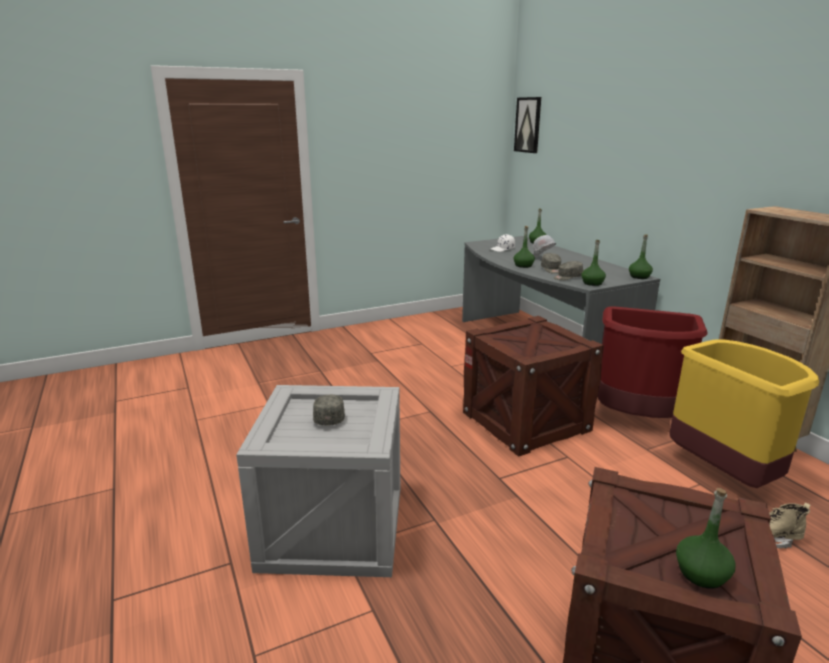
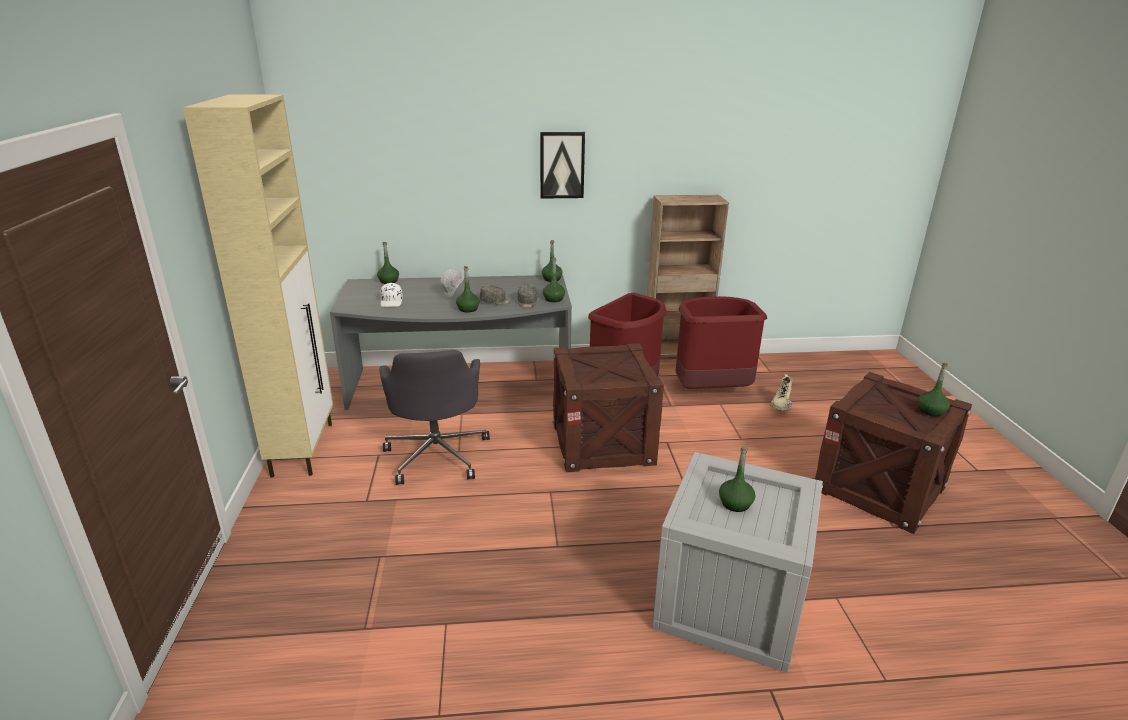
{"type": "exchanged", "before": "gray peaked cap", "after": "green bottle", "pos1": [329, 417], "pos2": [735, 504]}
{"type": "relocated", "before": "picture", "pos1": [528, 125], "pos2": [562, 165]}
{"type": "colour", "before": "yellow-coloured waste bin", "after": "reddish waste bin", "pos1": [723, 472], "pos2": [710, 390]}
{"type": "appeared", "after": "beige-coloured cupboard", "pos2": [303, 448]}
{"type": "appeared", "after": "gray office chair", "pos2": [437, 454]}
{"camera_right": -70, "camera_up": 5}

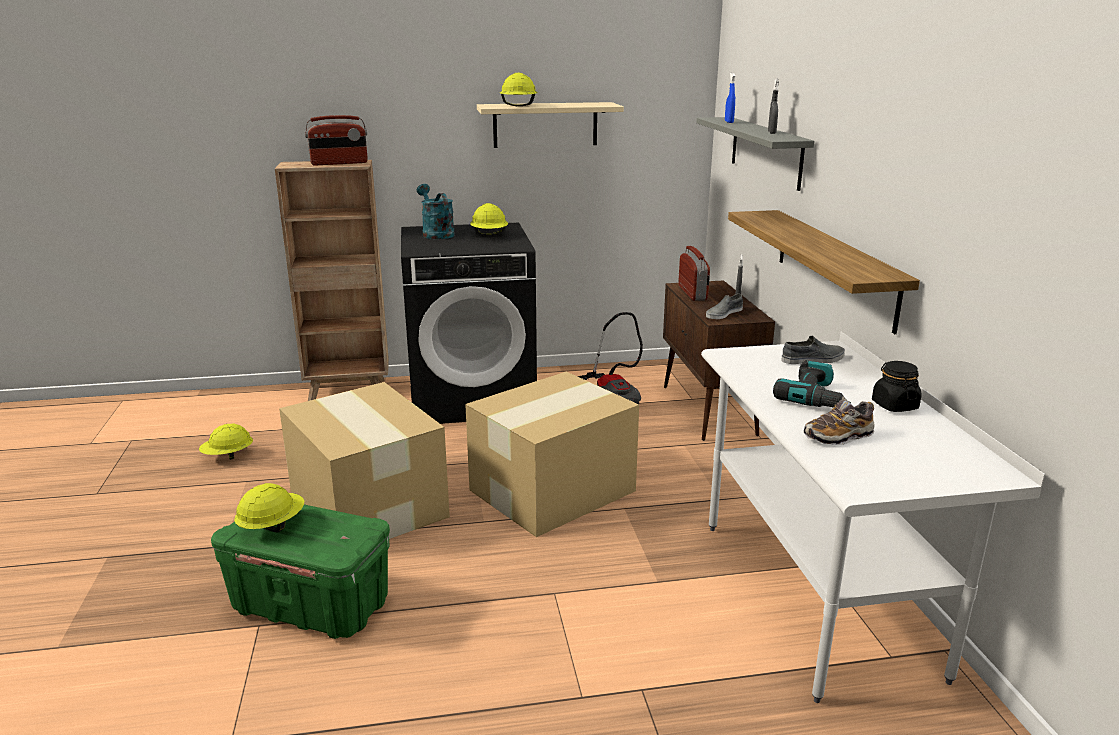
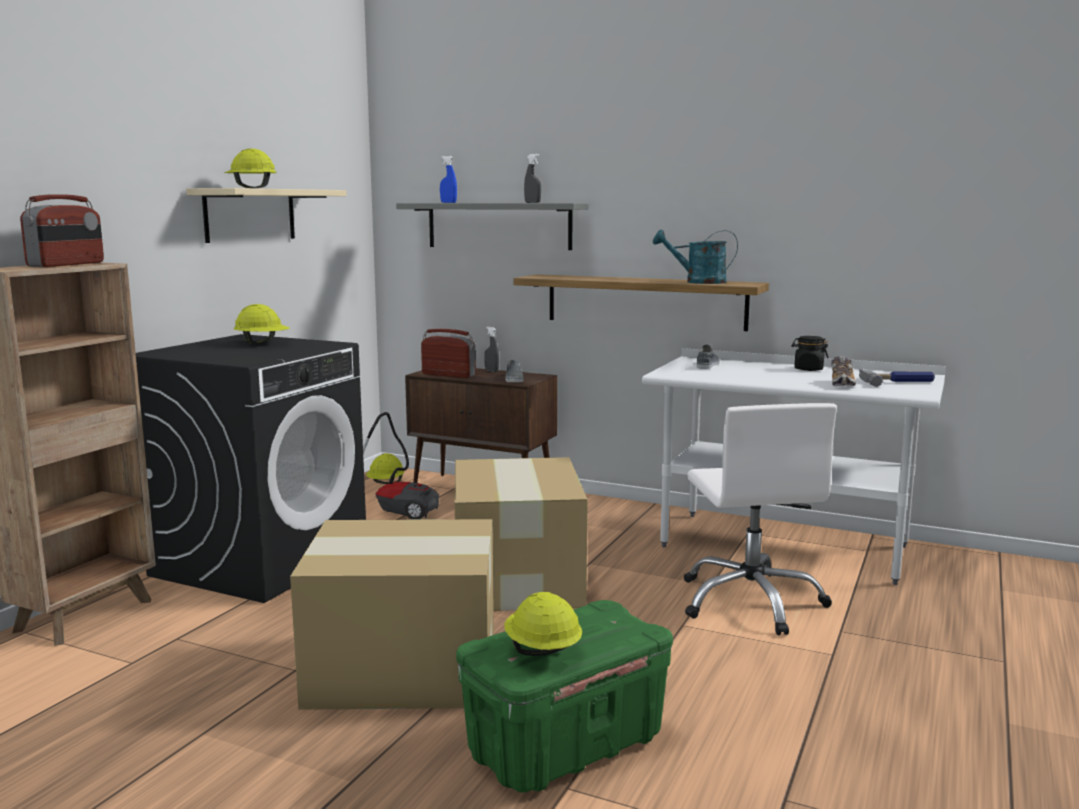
{"type": "relocated", "before": "yellow-coloured safety helmet", "pos1": [228, 456], "pos2": [386, 484]}
{"type": "relocated", "before": "blue-green sprinkling can", "pos1": [436, 233], "pos2": [698, 282]}
{"type": "missing", "before": "electric drill", "pos1": [814, 397]}
{"type": "appeared", "after": "whitish office chair", "pos2": [751, 601]}
{"type": "appeared", "after": "hammer", "pos2": [896, 381]}
{"camera_right": -55, "camera_up": -10}

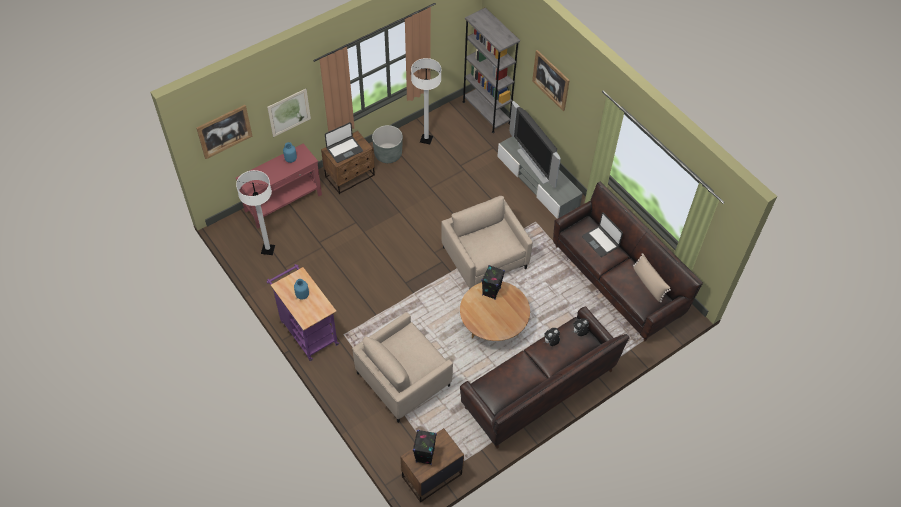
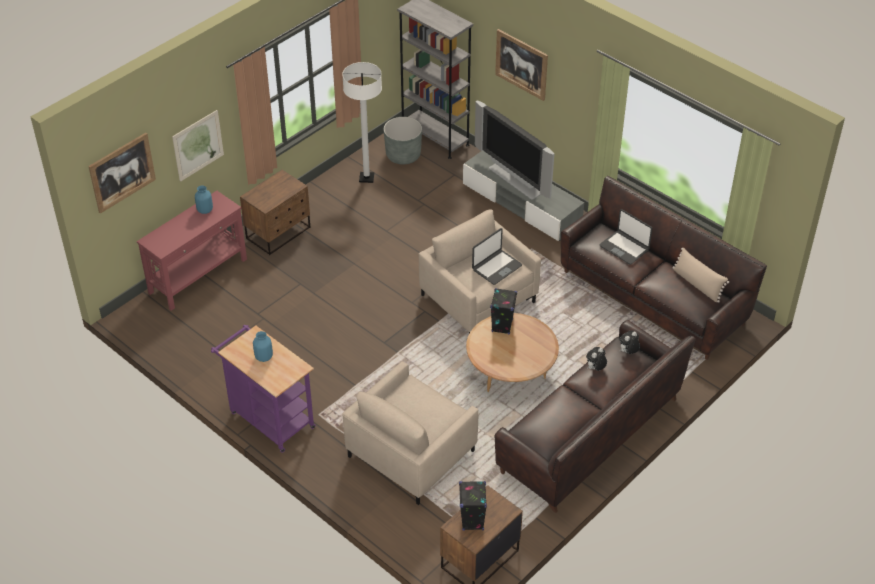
{"type": "missing", "before": "whitish standard lamp", "pos1": [268, 250]}
{"type": "relocated", "before": "portable computer", "pos1": [344, 149], "pos2": [496, 267]}
{"type": "relocated", "before": "gray planter", "pos1": [388, 154], "pos2": [403, 155]}
{"camera_right": -10, "camera_up": -10}

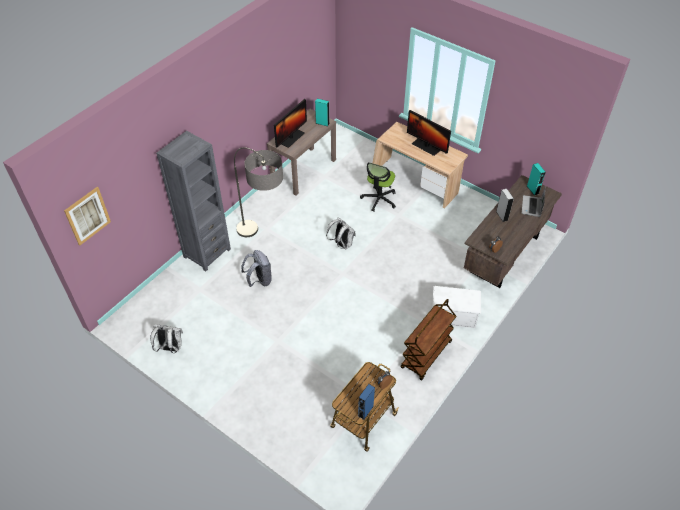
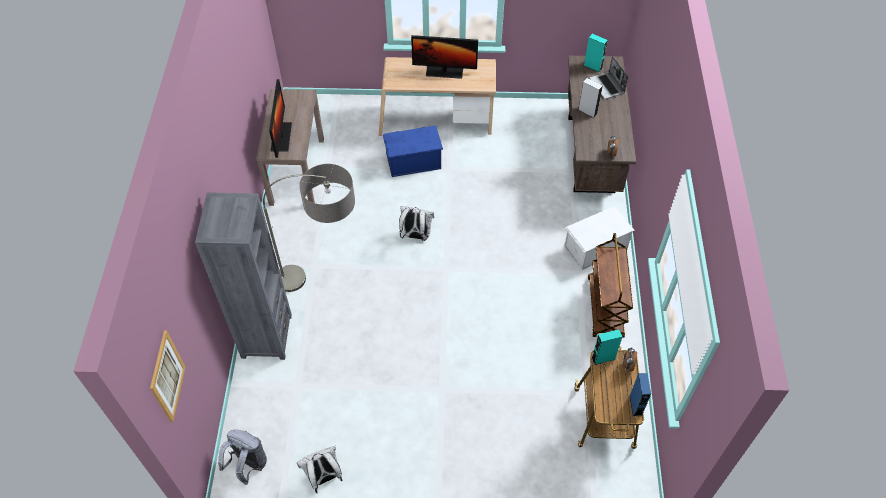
{"type": "relocated", "before": "gray backpack", "pos1": [259, 280], "pos2": [248, 465]}
{"type": "relocated", "before": "blue-green speaker", "pos1": [322, 123], "pos2": [603, 358]}
{"type": "exchanged", "before": "office chair", "after": "blue-coloured storage bin", "pos1": [379, 199], "pos2": [413, 161]}
{"camera_right": -35, "camera_up": 5}

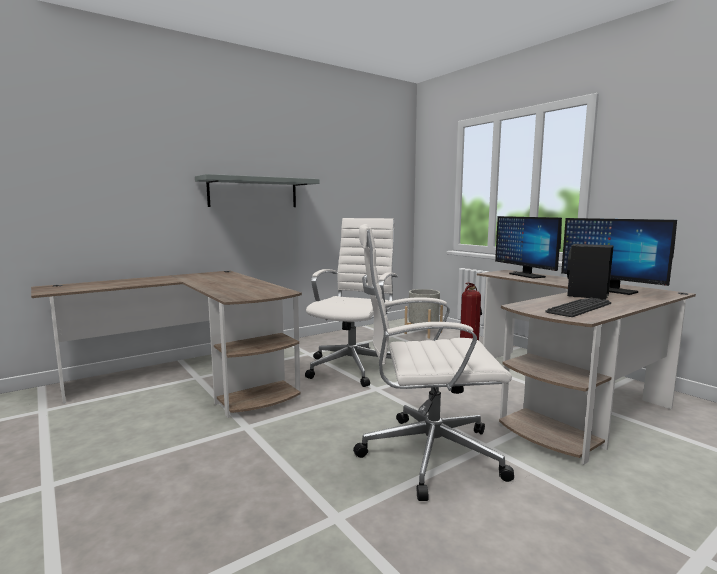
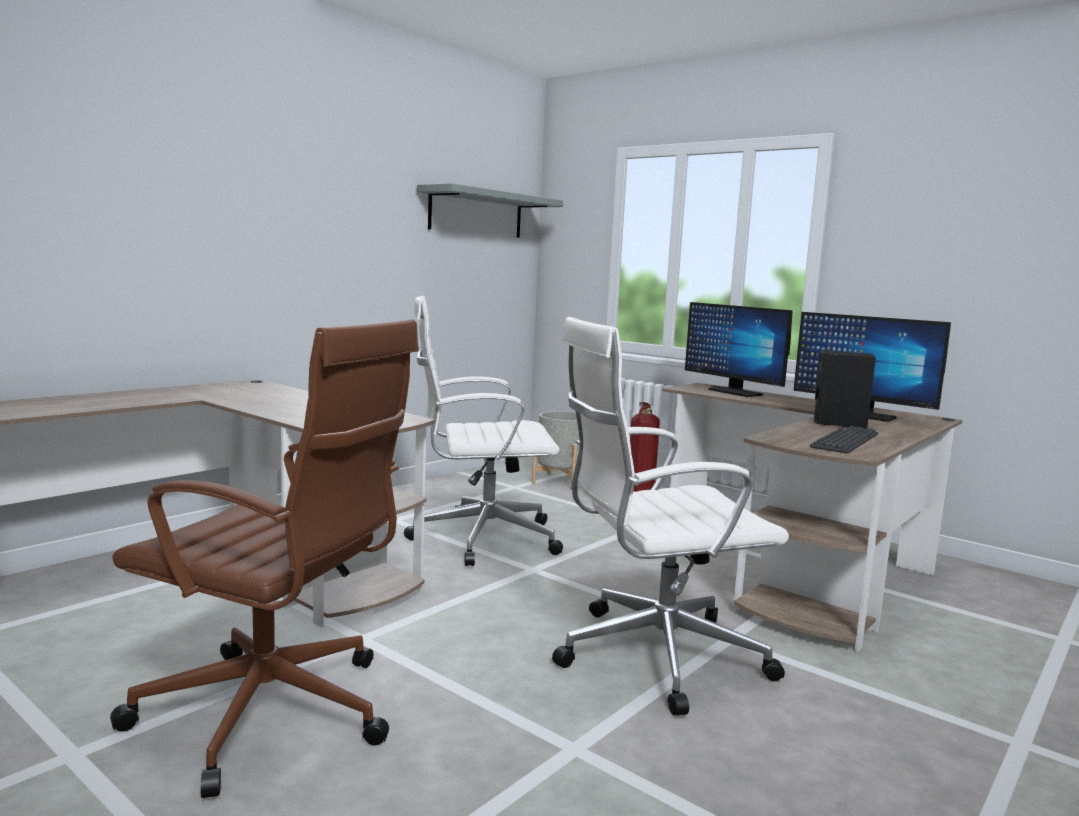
{"type": "relocated", "before": "gray bracket shelf", "pos1": [253, 192], "pos2": [476, 213]}
{"type": "spun", "before": "whitish office chair", "pos1": [354, 367], "pos2": [480, 538], "turn": -105}
{"type": "appeared", "after": "brown office chair", "pos2": [273, 715]}
{"camera_right": -15, "camera_up": 0}

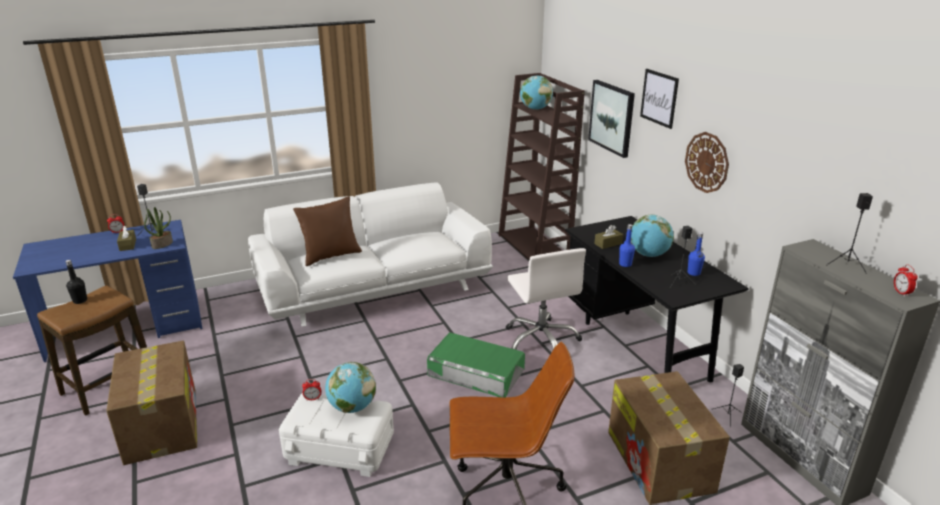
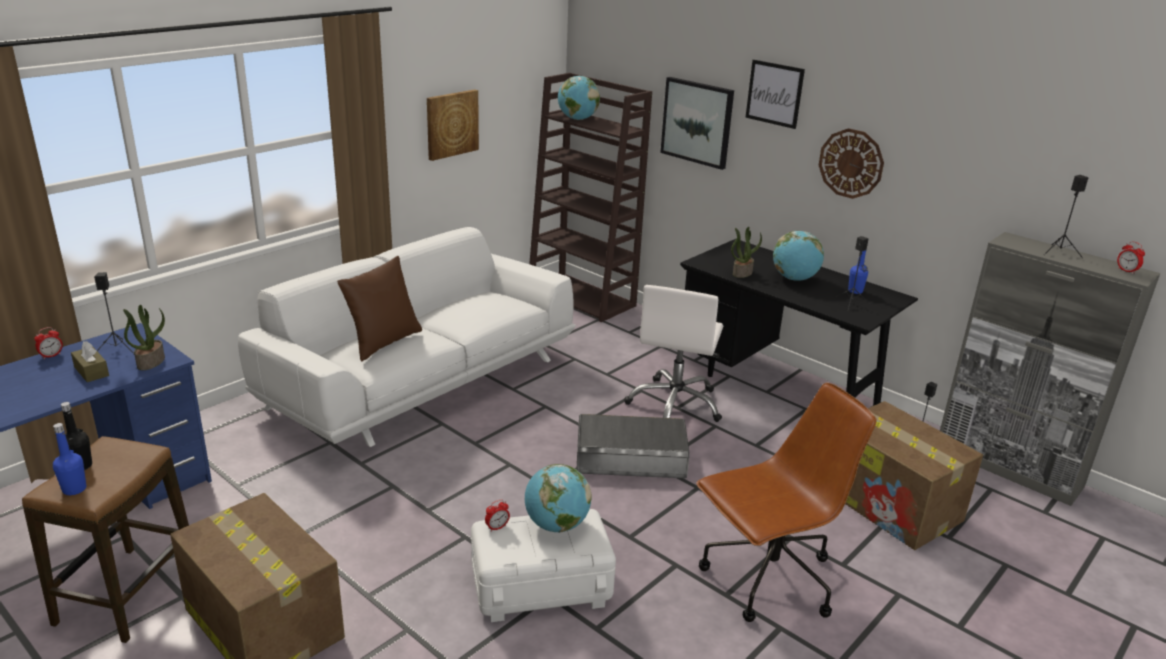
{"type": "colour", "before": "green storage bin", "after": "gray storage bin", "pos1": [476, 372], "pos2": [631, 456]}
{"type": "spun", "before": "whitish office chair", "pos1": [541, 340], "pos2": [675, 404], "turn": 60}
{"type": "exchanged", "before": "brown tissue holder", "after": "houseplant", "pos1": [608, 244], "pos2": [742, 273]}
{"type": "relocated", "before": "blue-coloured bottle", "pos1": [625, 264], "pos2": [74, 489]}
{"type": "appeared", "after": "picture", "pos2": [451, 124]}
{"camera_right": -25, "camera_up": 0}

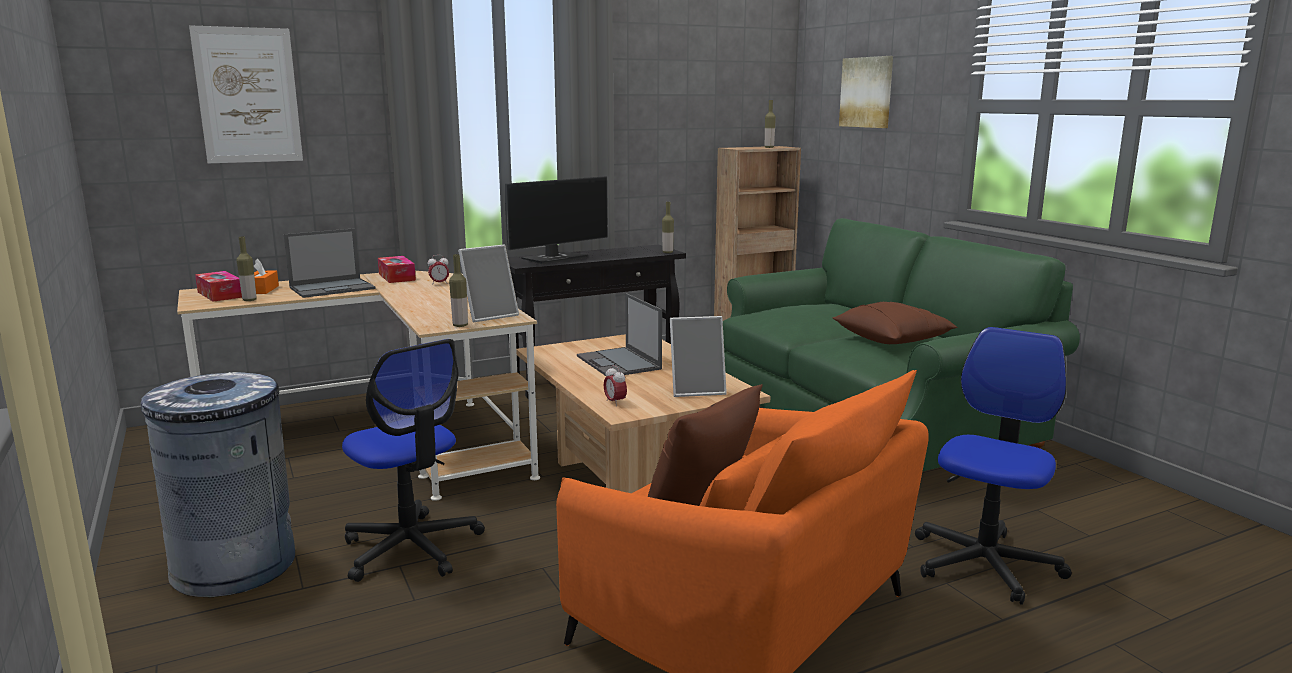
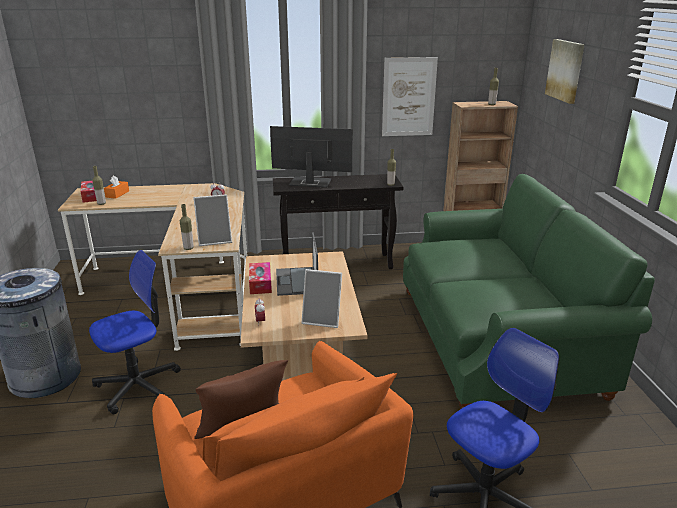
{"type": "relocated", "before": "picture", "pos1": [248, 95], "pos2": [409, 97]}
{"type": "missing", "before": "portable computer", "pos1": [333, 288]}
{"type": "spun", "before": "office chair", "pos1": [412, 548], "pos2": [138, 386], "turn": -105}
{"type": "relocated", "before": "tissue holder", "pos1": [397, 277], "pos2": [260, 283]}
{"type": "spun", "before": "monitor", "pos1": [555, 258], "pos2": [309, 183], "turn": -150}
{"type": "missing", "before": "brown throw pillow", "pos1": [892, 339]}
{"camera_right": 20, "camera_up": 10}

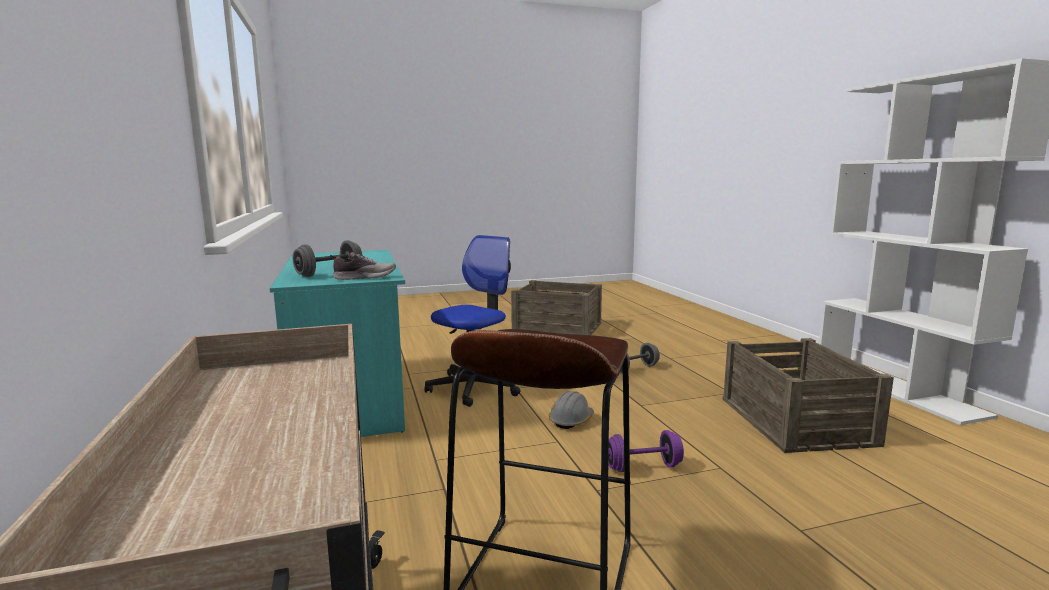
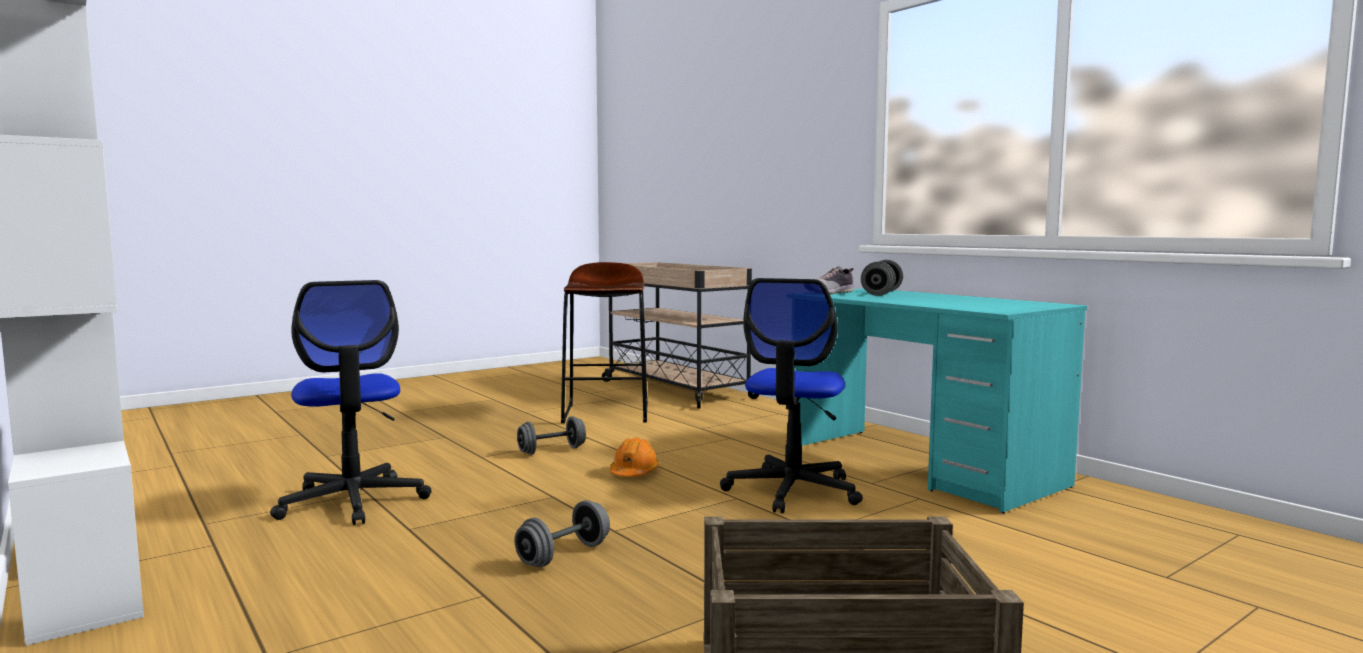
{"type": "colour", "before": "gray safety helmet", "after": "orange safety helmet", "pos1": [571, 420], "pos2": [633, 473]}
{"type": "colour", "before": "purplish free weight", "after": "gray free weight", "pos1": [643, 467], "pos2": [551, 450]}
{"type": "exchanged", "before": "crate", "after": "office chair", "pos1": [796, 420], "pos2": [353, 502]}
{"camera_right": 160, "camera_up": -5}

